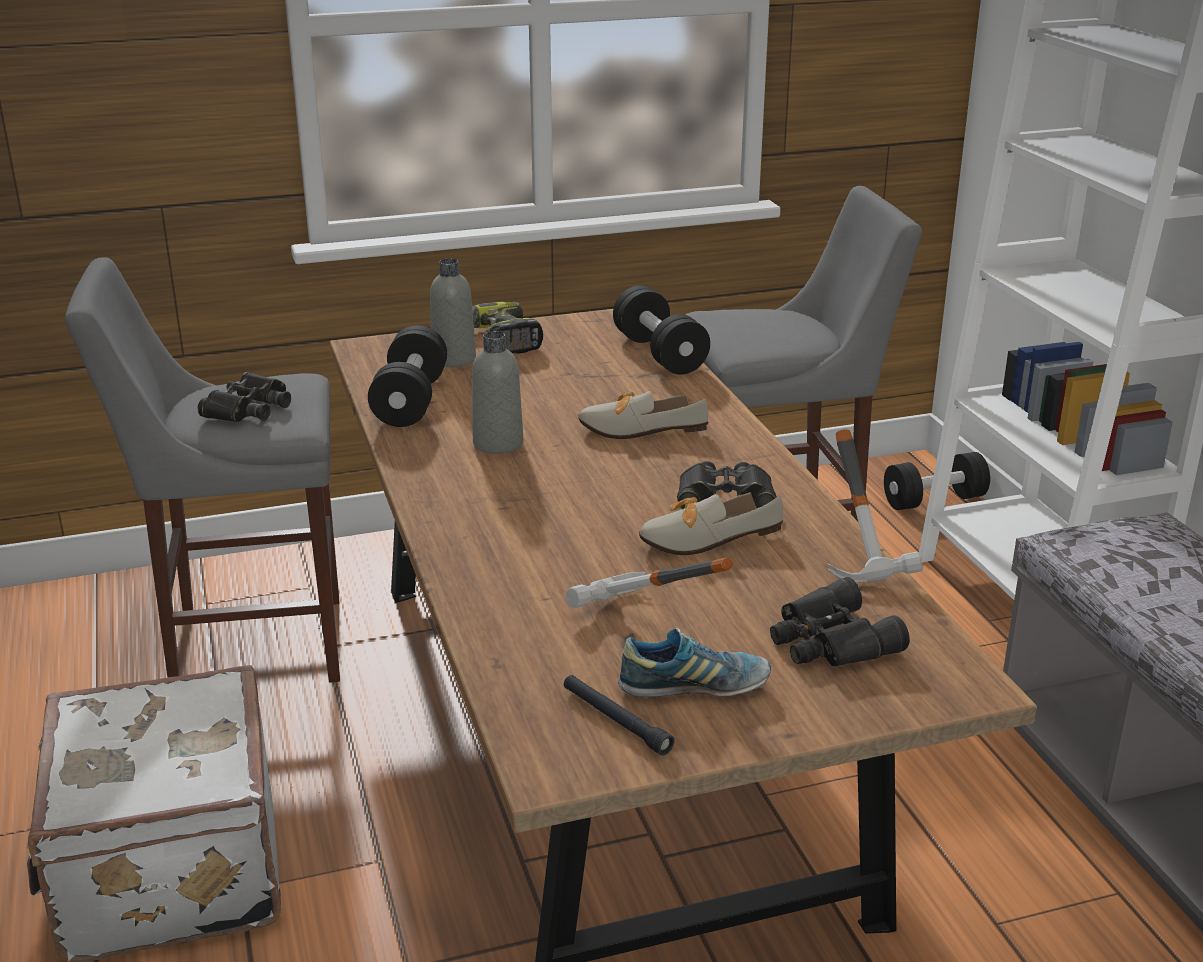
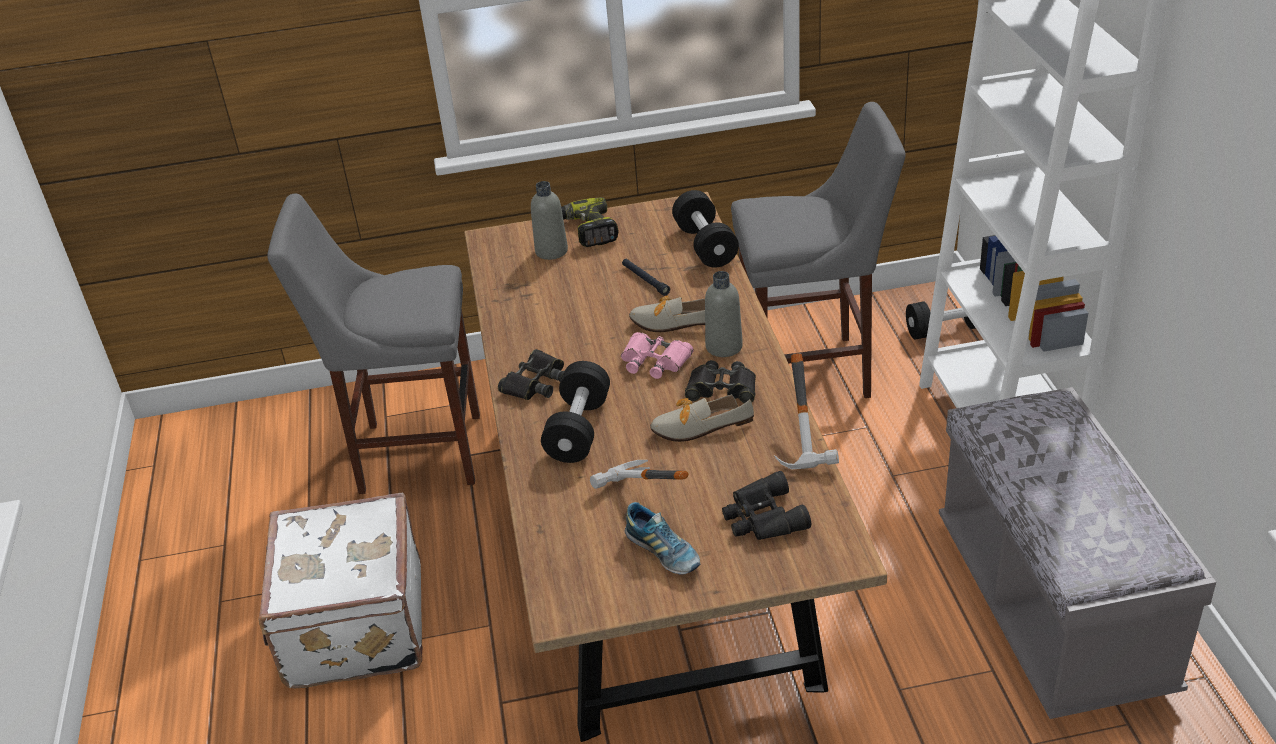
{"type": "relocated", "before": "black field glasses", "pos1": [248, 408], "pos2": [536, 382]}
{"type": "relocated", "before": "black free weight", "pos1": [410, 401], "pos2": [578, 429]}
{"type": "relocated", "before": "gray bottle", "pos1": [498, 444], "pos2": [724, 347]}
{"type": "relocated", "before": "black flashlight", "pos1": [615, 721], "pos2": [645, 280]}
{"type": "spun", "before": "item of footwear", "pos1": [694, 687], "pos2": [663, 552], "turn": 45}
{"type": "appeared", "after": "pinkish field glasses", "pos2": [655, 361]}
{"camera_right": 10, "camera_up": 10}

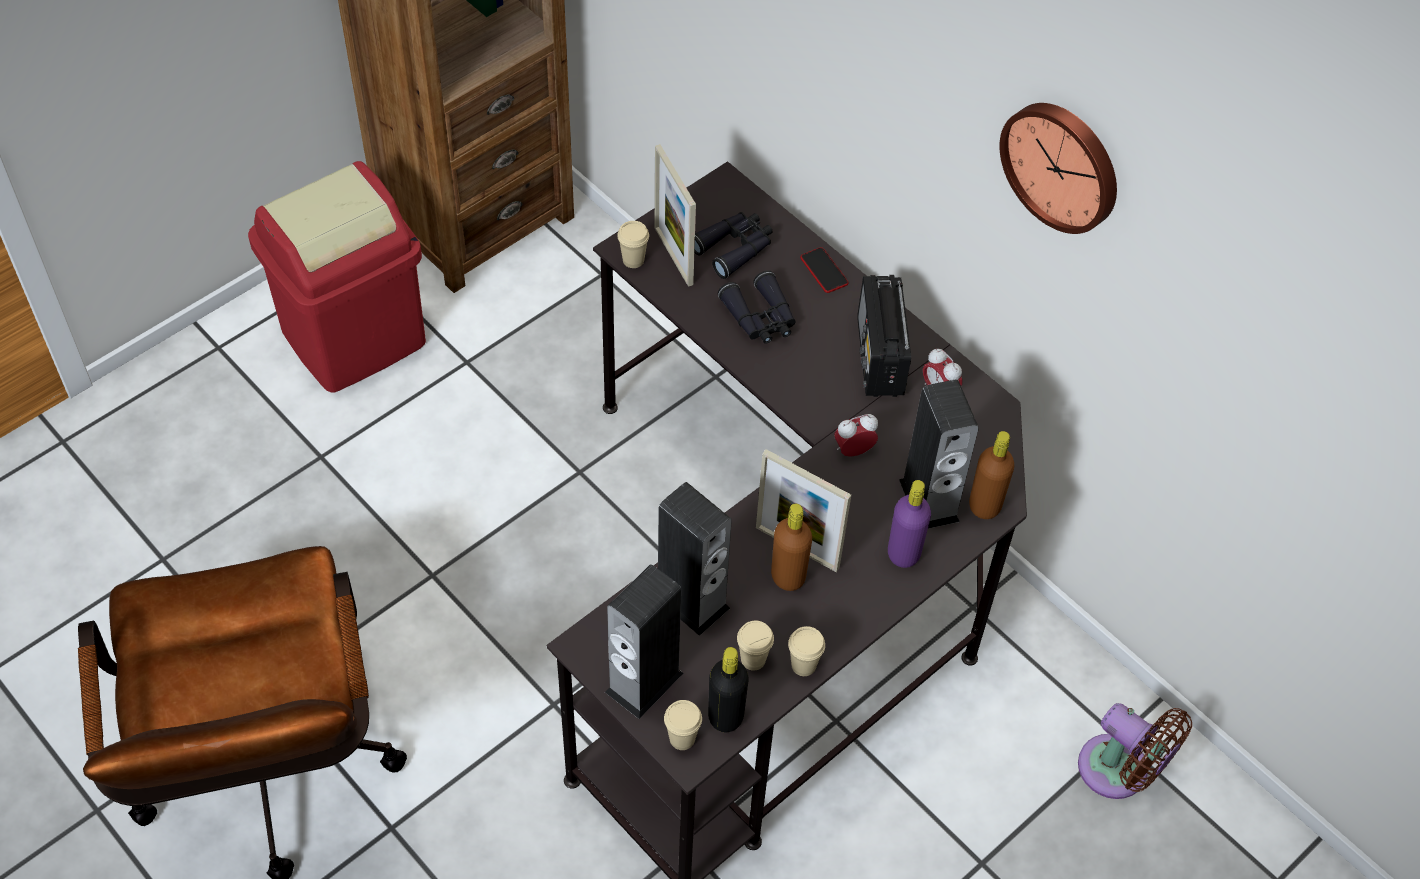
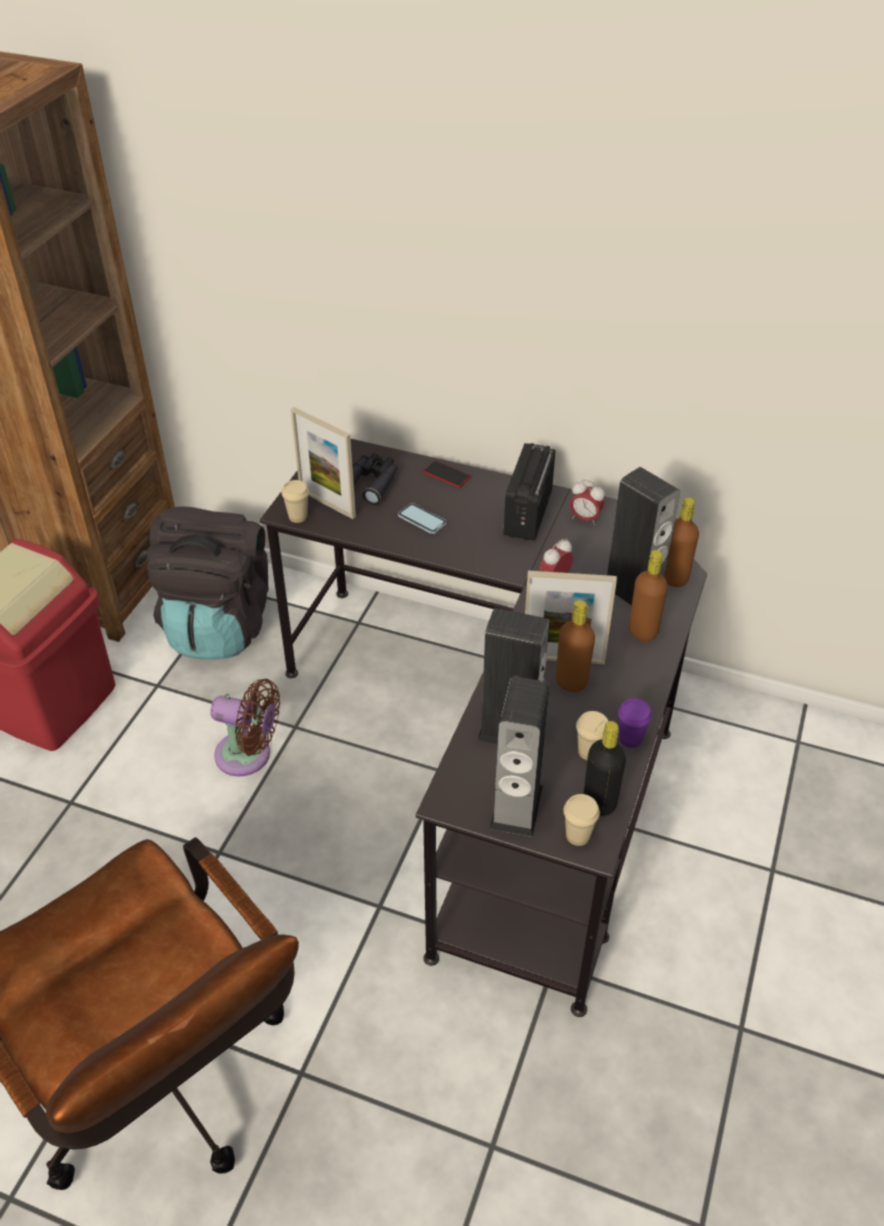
{"type": "exchanged", "before": "black field glasses", "after": "telephone", "pos1": [760, 318], "pos2": [422, 520]}
{"type": "colour", "before": "beige-coloured drinking cup", "after": "purplish drinking cup", "pos1": [803, 665], "pos2": [630, 739]}
{"type": "spun", "before": "radio", "pos1": [879, 357], "pos2": [527, 514], "turn": 45}
{"type": "colour", "before": "purplish bottle", "after": "brown bottle", "pos1": [903, 553], "pos2": [643, 631]}
{"type": "missing", "before": "clock on the wall", "pos1": [1062, 164]}
{"type": "relocated", "before": "brown electric fan", "pos1": [1119, 772], "pos2": [249, 756]}
{"type": "appeared", "after": "black backpack", "pos2": [219, 625]}
{"camera_right": -25, "camera_up": -10}

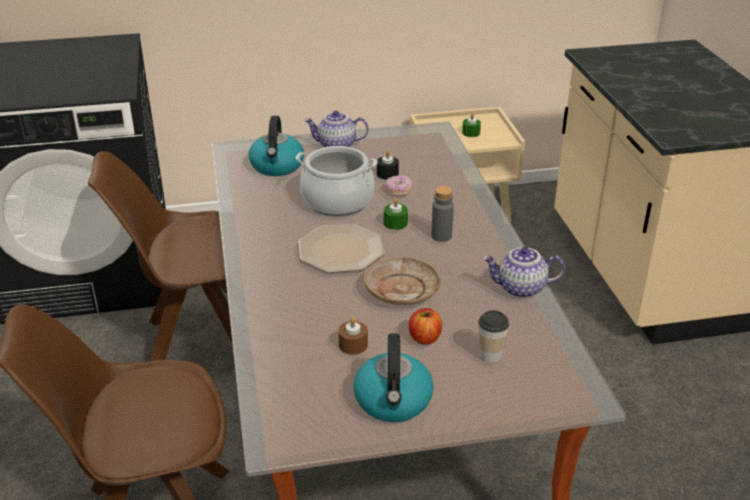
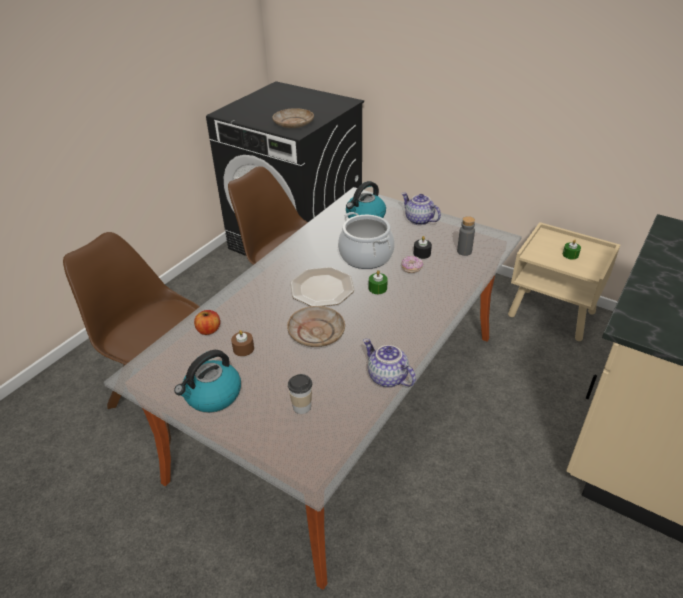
{"type": "relocated", "before": "apple", "pos1": [424, 338], "pos2": [209, 330]}
{"type": "relocated", "before": "gray bottle", "pos1": [441, 236], "pos2": [464, 251]}
{"type": "appeared", "after": "beige-coloured dinner plate", "pos2": [293, 124]}
{"camera_right": 45, "camera_up": 5}

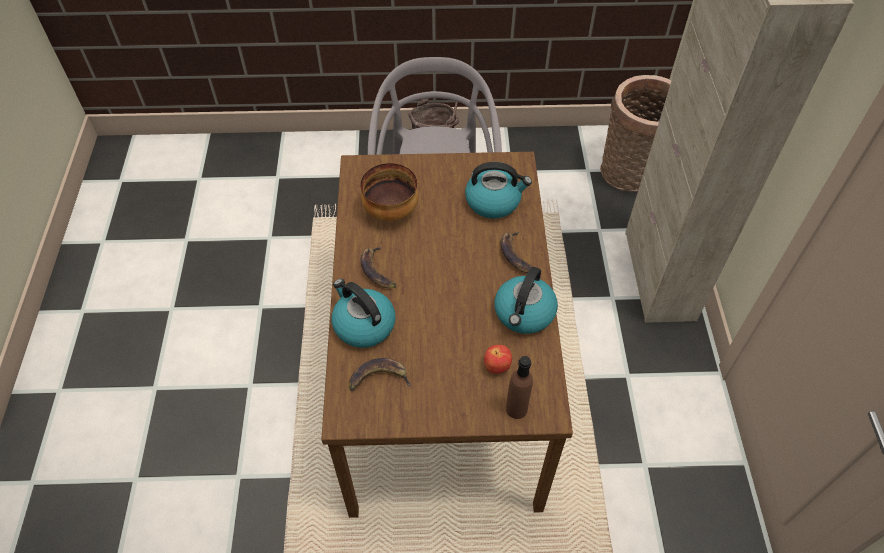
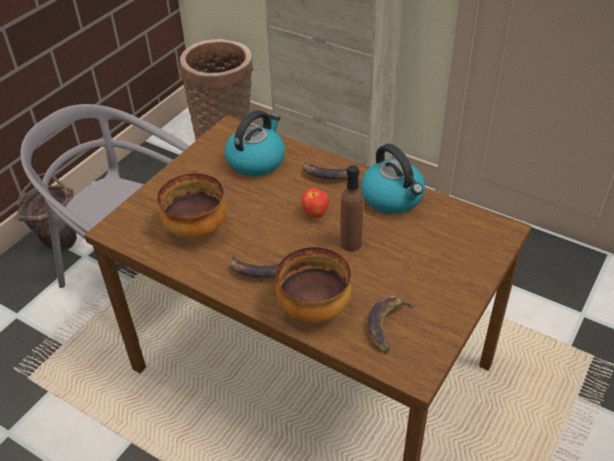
{"type": "exchanged", "before": "tea kettle", "after": "bowl", "pos1": [363, 325], "pos2": [315, 309]}
{"type": "relocated", "before": "apple", "pos1": [497, 367], "pos2": [315, 214]}
{"type": "relocated", "before": "brown bottle", "pos1": [516, 409], "pos2": [351, 243]}
{"camera_right": -55, "camera_up": -10}

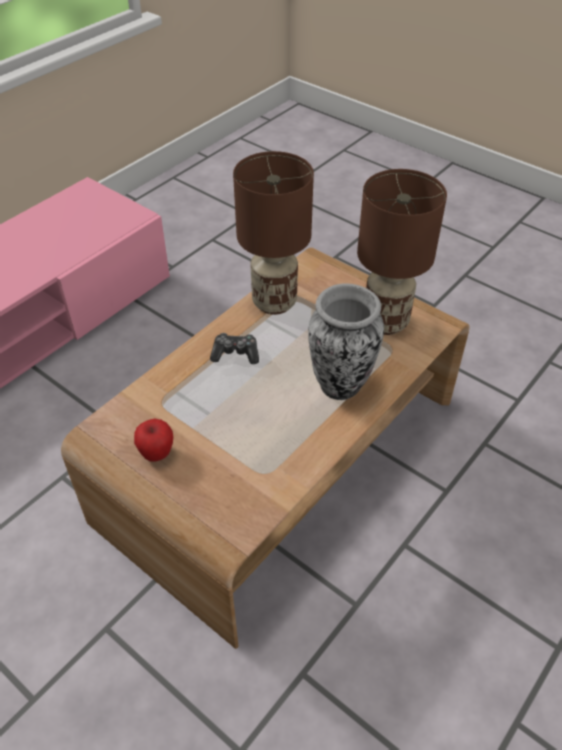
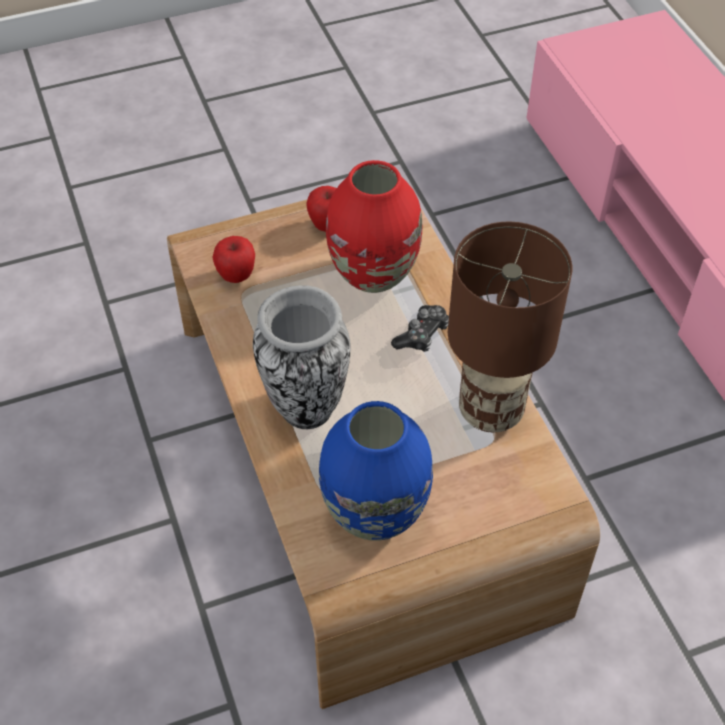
{"type": "exchanged", "before": "brown table lamp", "after": "blue-coloured decorative vase", "pos1": [386, 323], "pos2": [373, 513]}
{"type": "appeared", "after": "apple", "pos2": [236, 276]}
{"type": "appeared", "after": "reddish decorative vase", "pos2": [373, 275]}
{"camera_right": 120, "camera_up": 5}

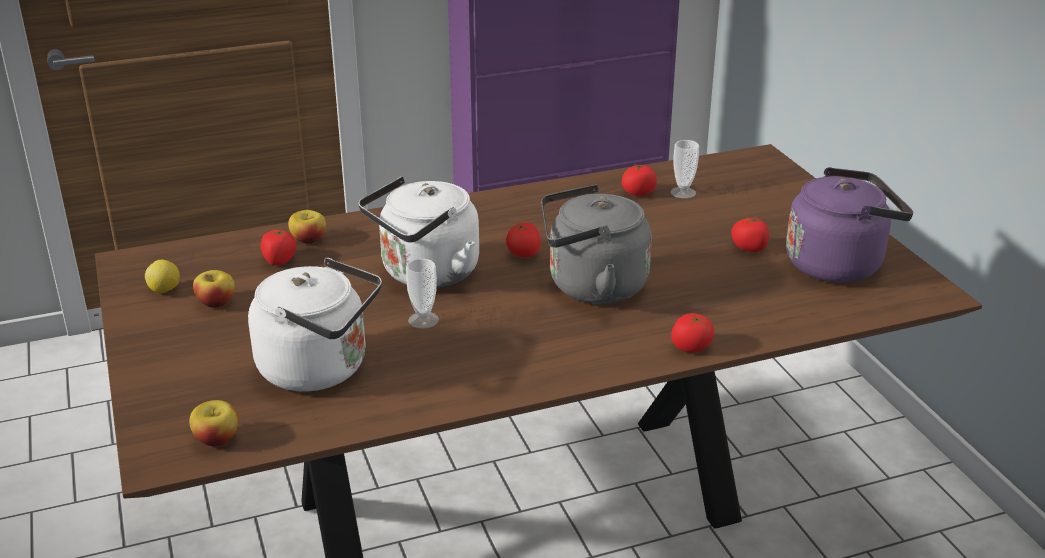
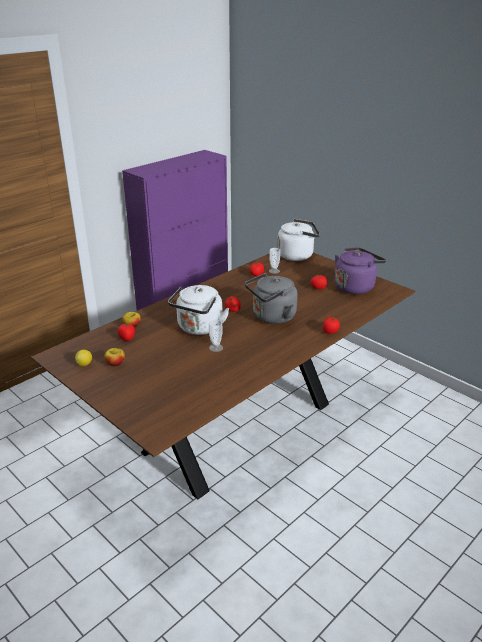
{"type": "missing", "before": "apple", "pos1": [217, 439]}
{"type": "relocated", "before": "whitish tea kettle", "pos1": [320, 369], "pos2": [297, 255]}
{"camera_right": -25, "camera_up": 0}

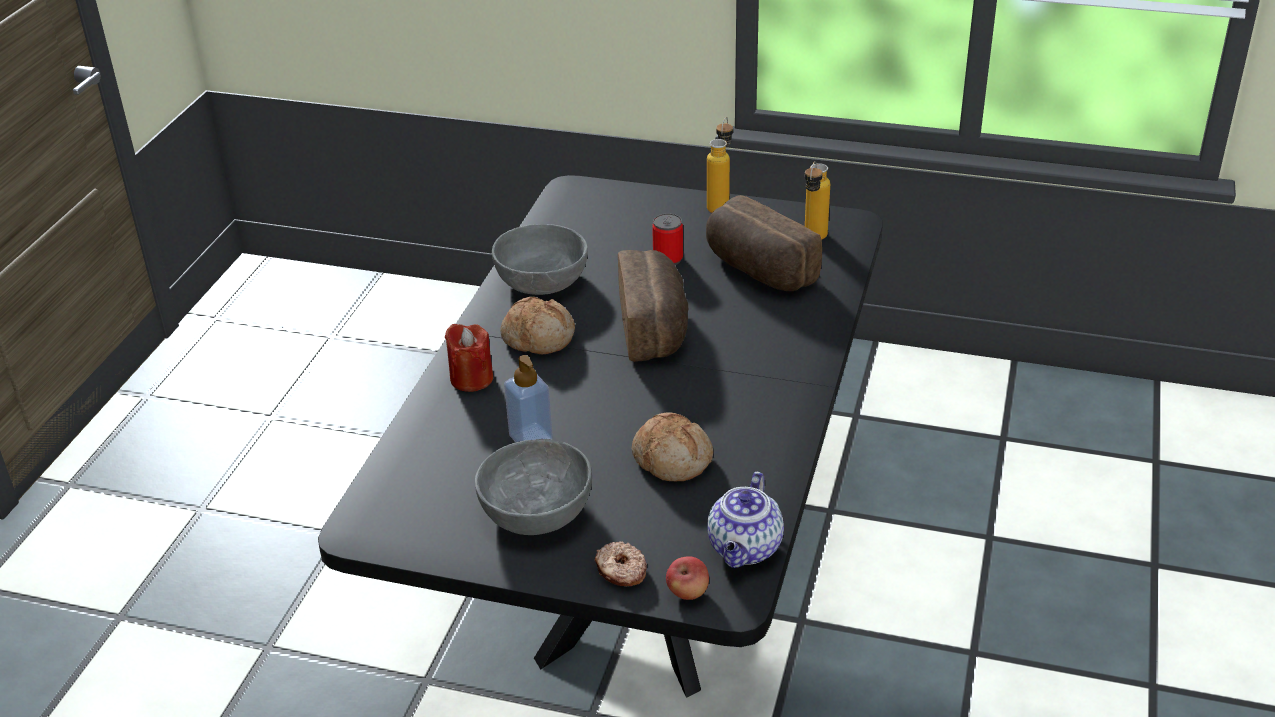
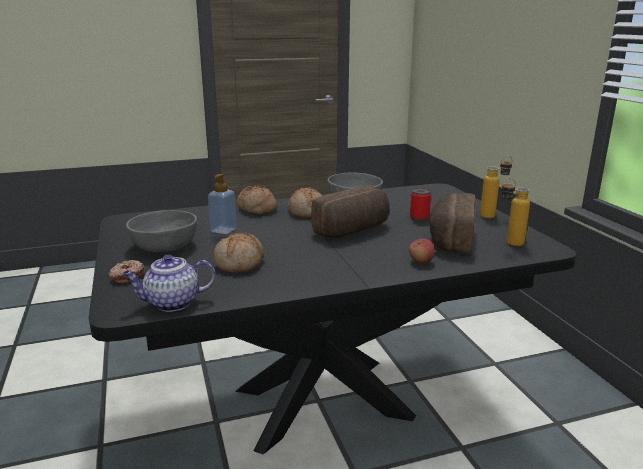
{"type": "exchanged", "before": "reddish wax light", "after": "bread", "pos1": [471, 378], "pos2": [256, 209]}
{"type": "relocated", "before": "apple", "pos1": [688, 593], "pos2": [420, 261]}
{"camera_right": 55, "camera_up": -15}

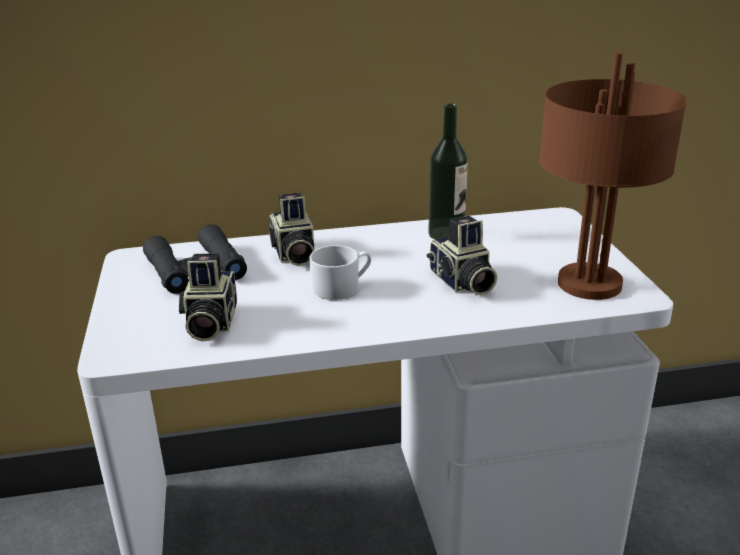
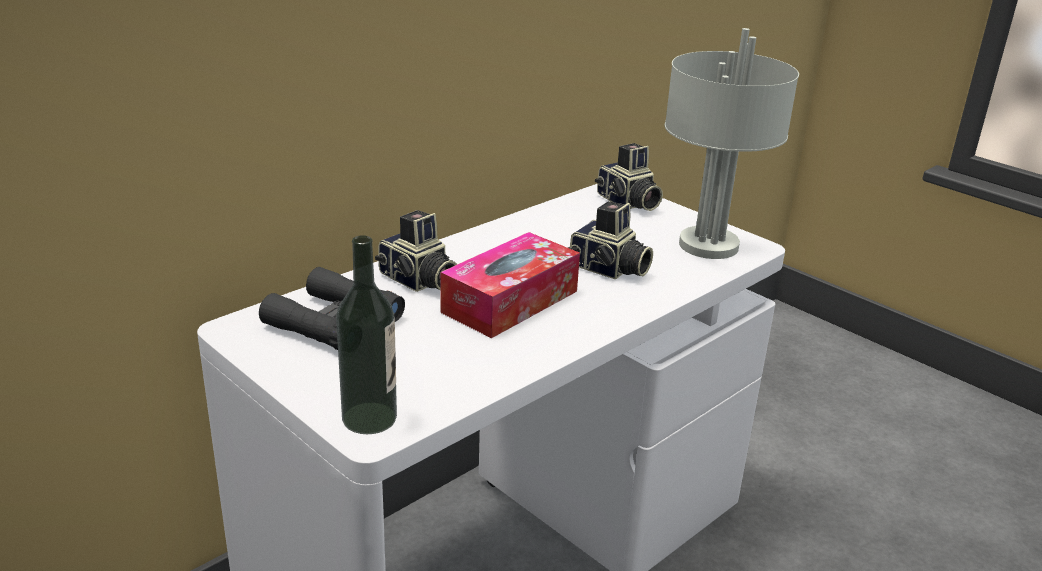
{"type": "relocated", "before": "still camera", "pos1": [209, 323], "pos2": [627, 203]}
{"type": "exchanged", "before": "whitish coffee mug", "after": "tissue holder", "pos1": [342, 288], "pos2": [510, 301]}
{"type": "relocated", "before": "bottle", "pos1": [446, 234], "pos2": [369, 418]}
{"type": "colour", "before": "brown table lamp", "after": "gray table lamp", "pos1": [588, 283], "pos2": [706, 245]}
{"camera_right": -35, "camera_up": 0}

